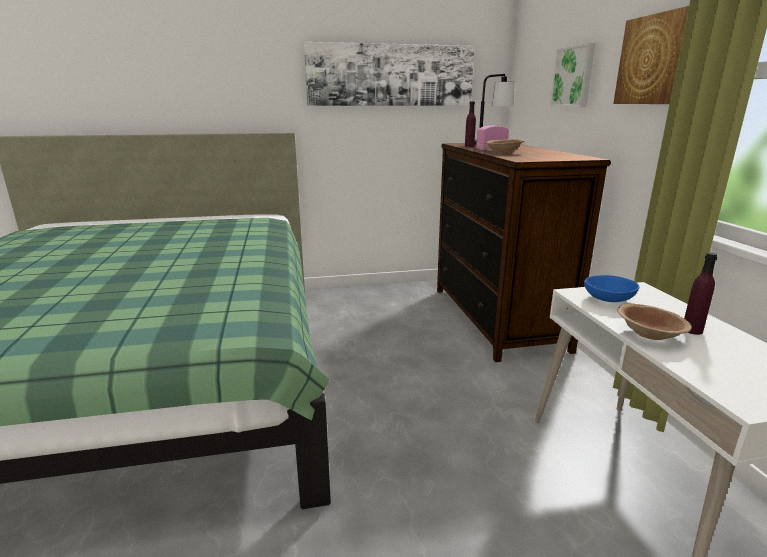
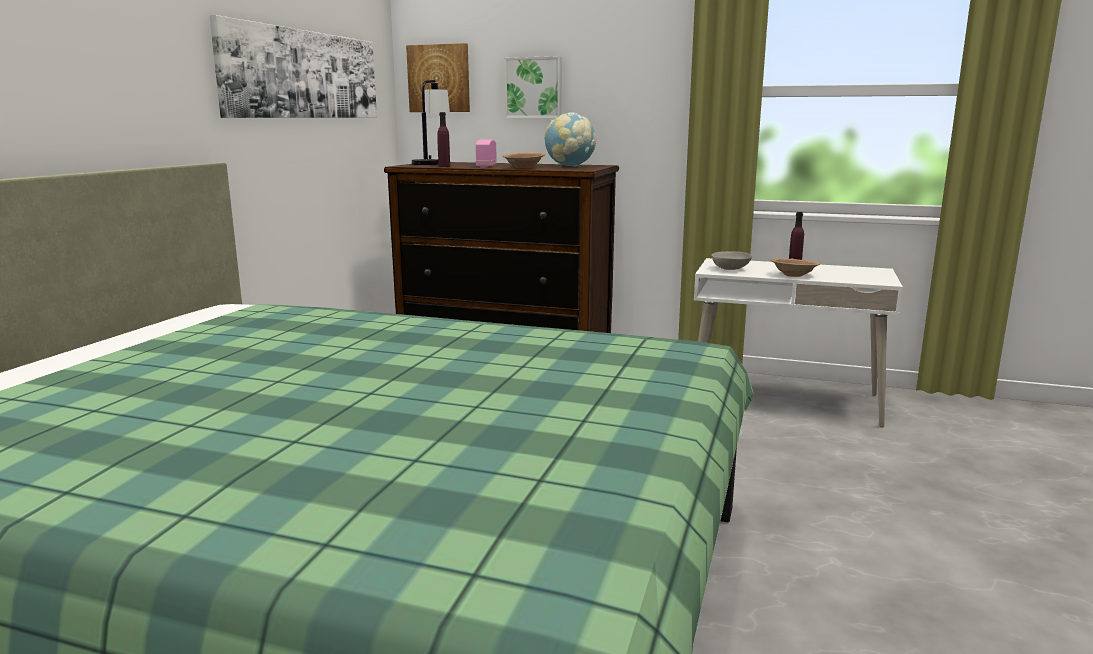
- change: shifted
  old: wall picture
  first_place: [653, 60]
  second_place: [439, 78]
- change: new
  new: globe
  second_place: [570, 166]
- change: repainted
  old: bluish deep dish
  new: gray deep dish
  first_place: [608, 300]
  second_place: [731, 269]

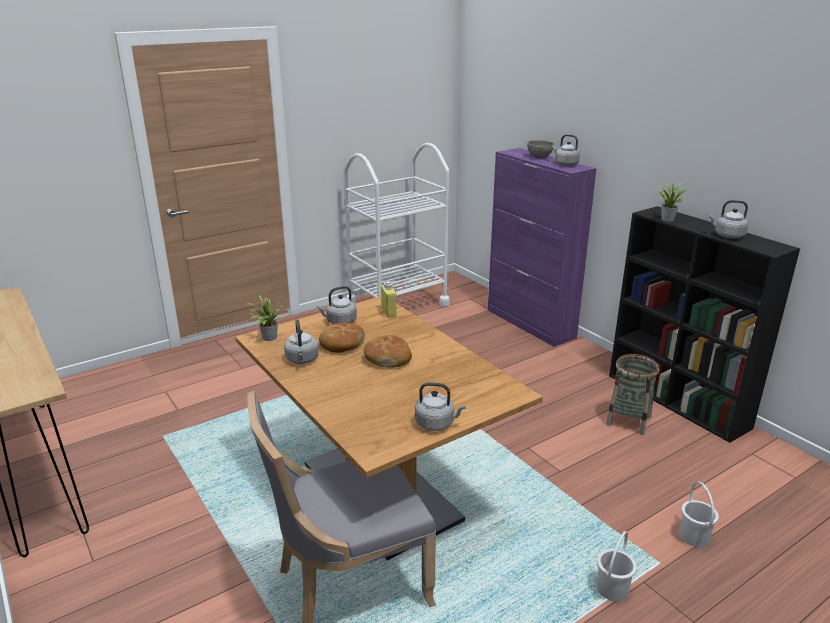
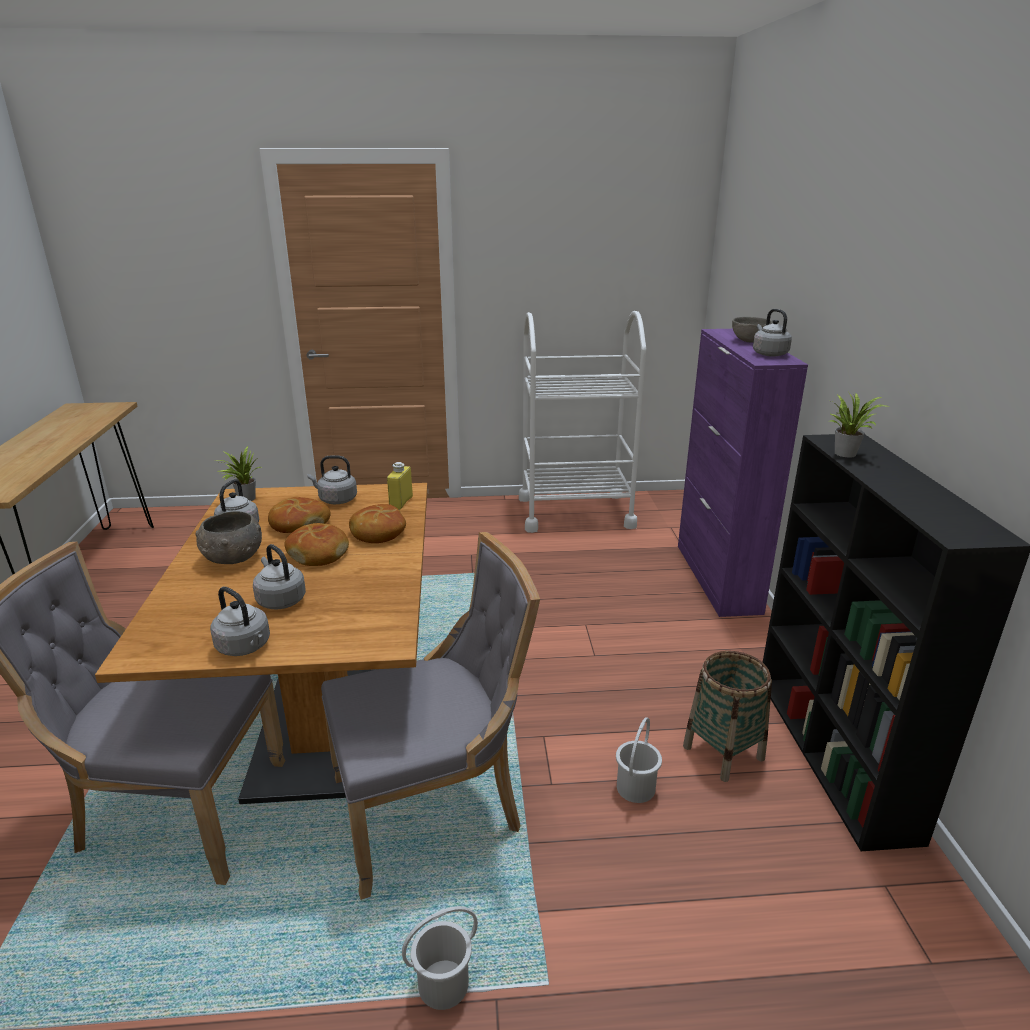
- change: new
  new: gray deep dish
  second_place: [232, 558]
- change: shifted
  old: gray kettle
  first_place: [727, 235]
  second_place: [280, 600]
- change: new
  new: gray upright chair
  second_place: [434, 809]
- change: new
  new: bakery bread
  second_place: [378, 532]
- change: shifted
  old: white pail
  first_place: [694, 536]
  second_place: [636, 788]

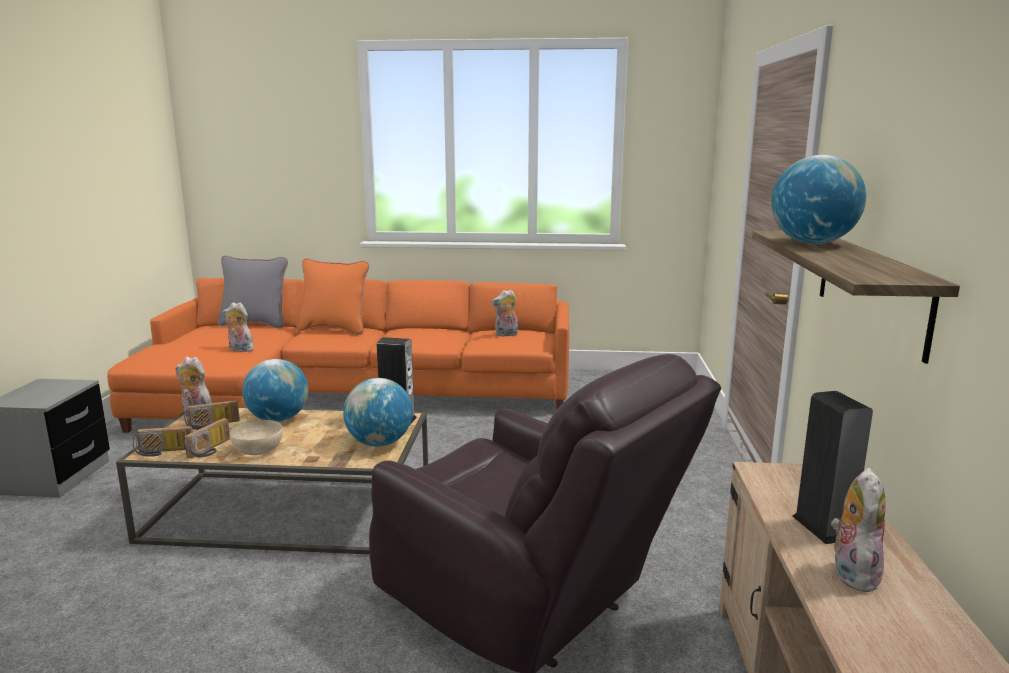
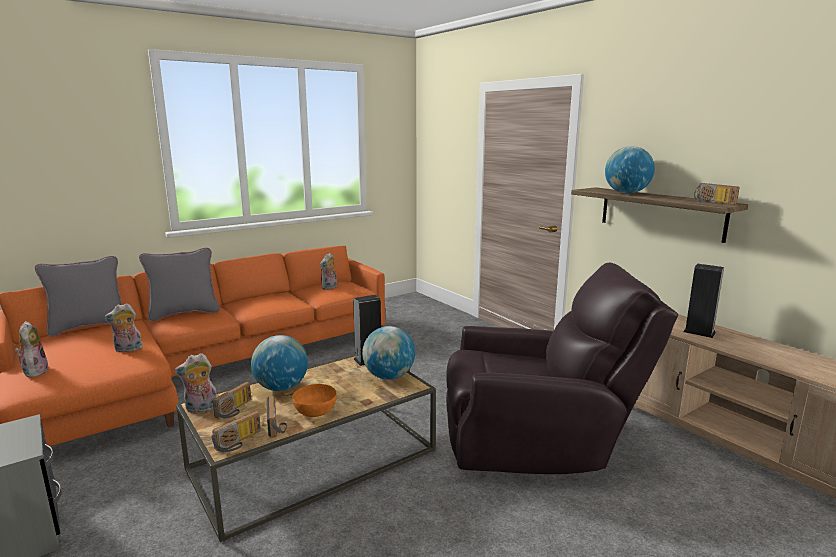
- change: shifted
  old: cuddly toy
  first_place: [851, 573]
  second_place: [34, 371]
- change: repainted
  old: orange throw pillow
  new: gray throw pillow
  first_place: [334, 329]
  second_place: [184, 313]
- change: repainted
  old: beige-coloured deep dish
  new: orange deep dish
  first_place: [258, 450]
  second_place: [316, 411]
- change: new
  new: radio set
  second_place: [712, 202]

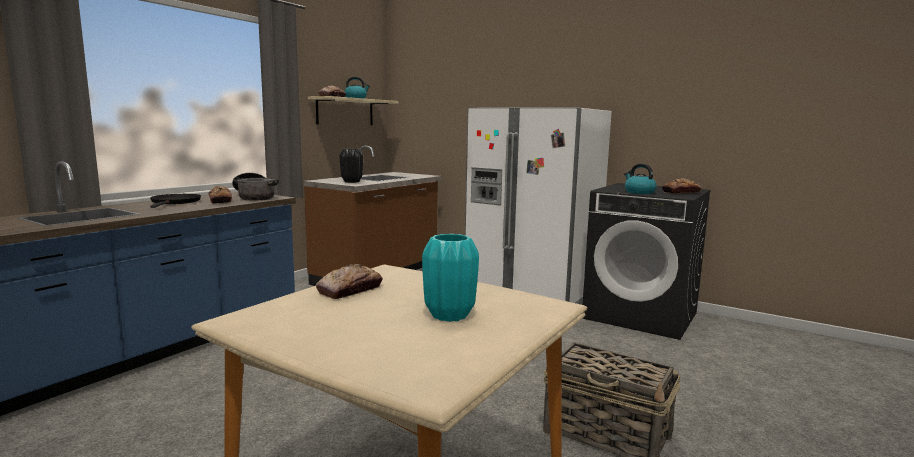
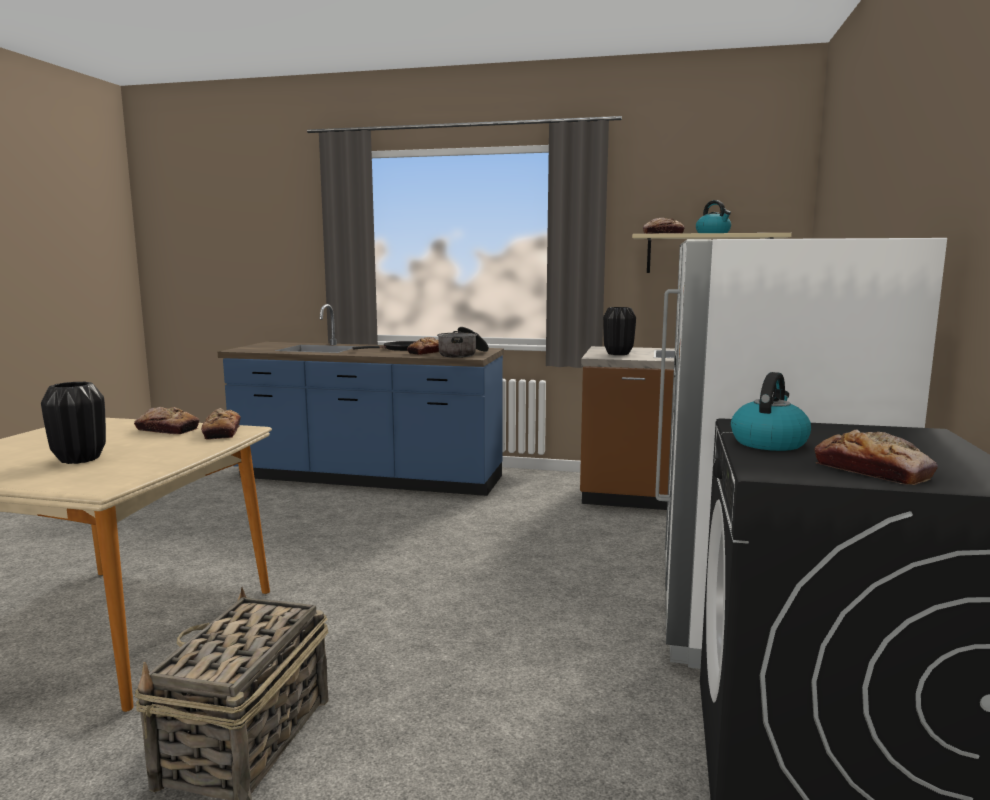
- change: repainted
  old: turquoise-coloured flower vase
  new: black flower vase
  first_place: [449, 315]
  second_place: [79, 459]
- change: new
  new: bakery bread
  second_place: [222, 432]

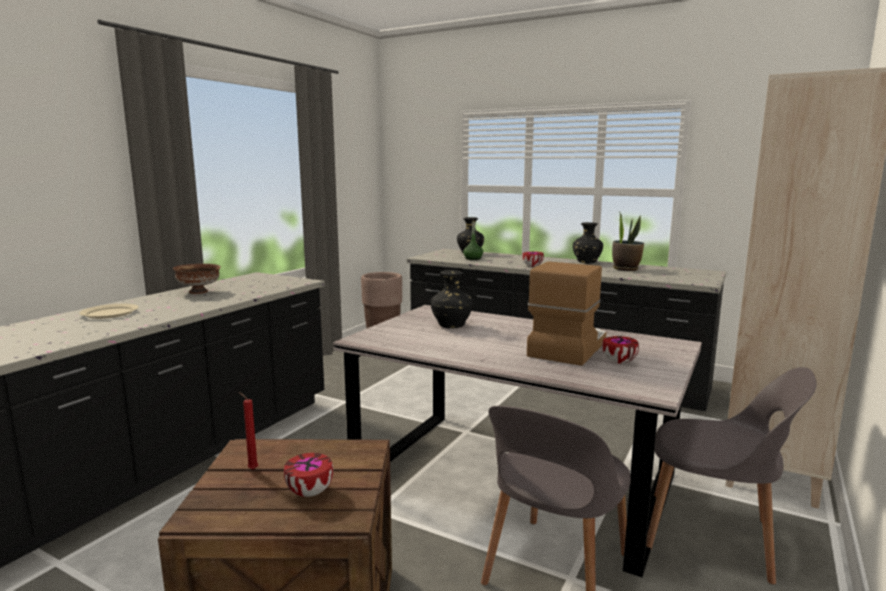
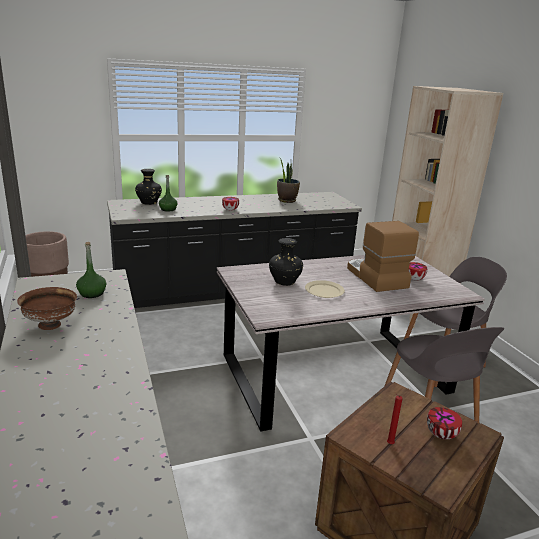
- change: new
  new: green-coloured beverage bottle
  second_place: [92, 293]
- change: shifted
  old: beige-coloured plate
  first_place: [110, 313]
  second_place: [324, 291]
- change: gone
  old: black flower vase
  first_place: [587, 262]

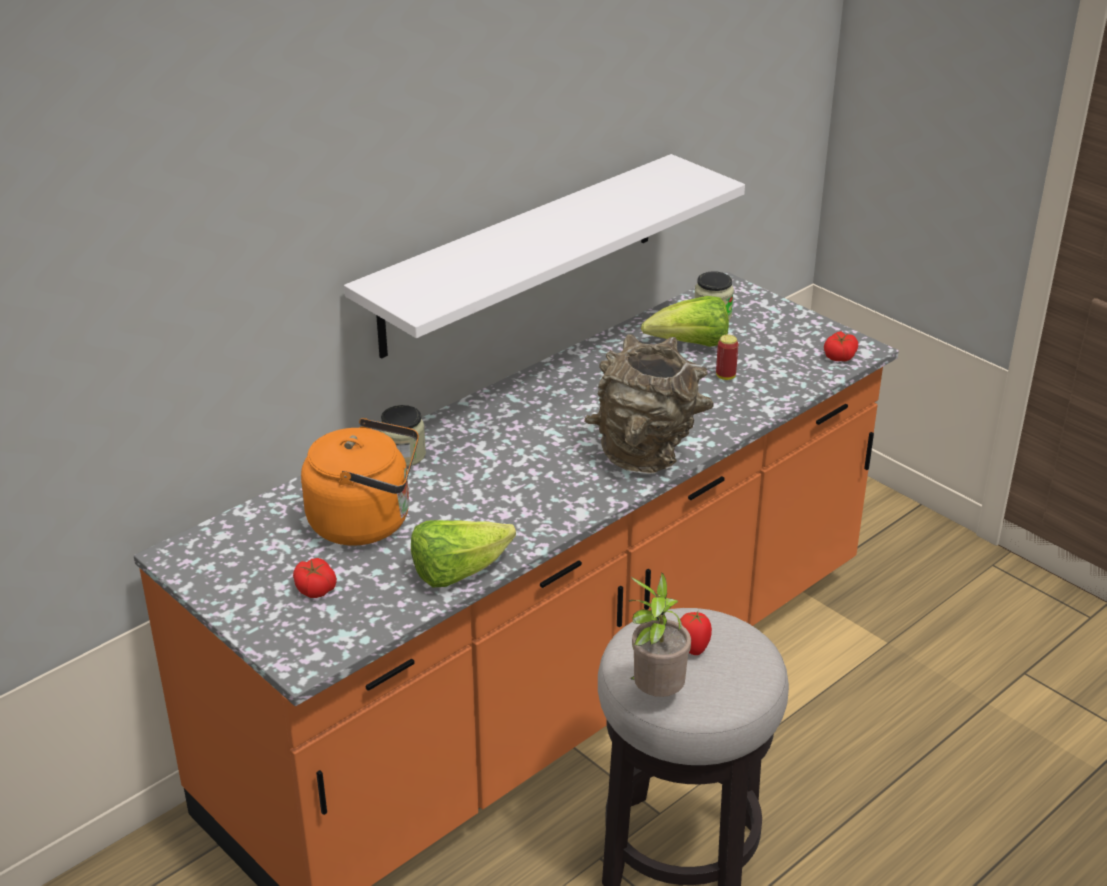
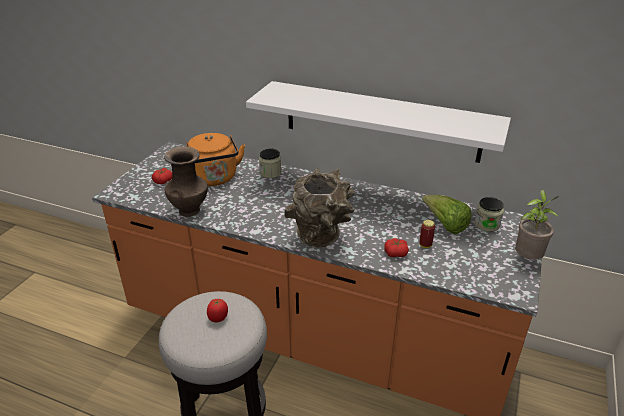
- change: swapped
  old: lettuce head
  new: brown-coloured flower vase
  first_place: [457, 572]
  second_place: [189, 210]
- change: shifted
  old: fresh tomato
  first_place: [839, 356]
  second_place: [395, 253]
- change: shifted
  old: plant in a pot
  first_place: [655, 693]
  second_place: [527, 259]

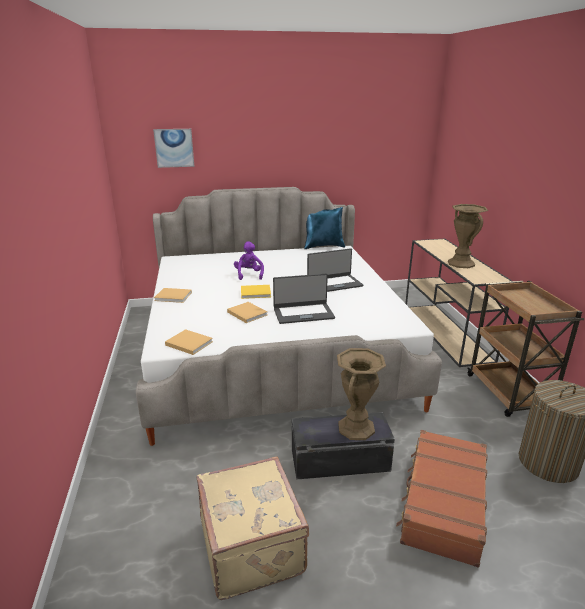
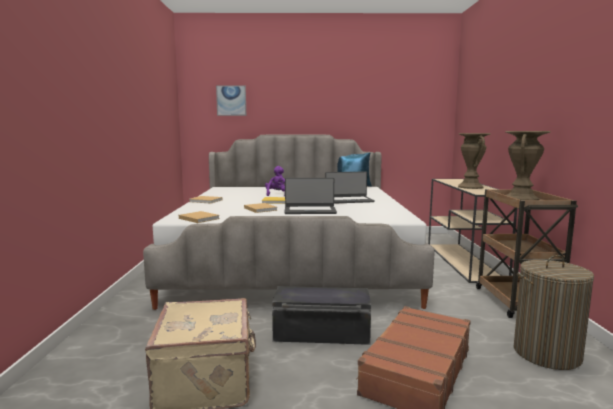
- change: shifted
  old: brown-coloured flower vase
  first_place: [356, 428]
  second_place: [521, 199]

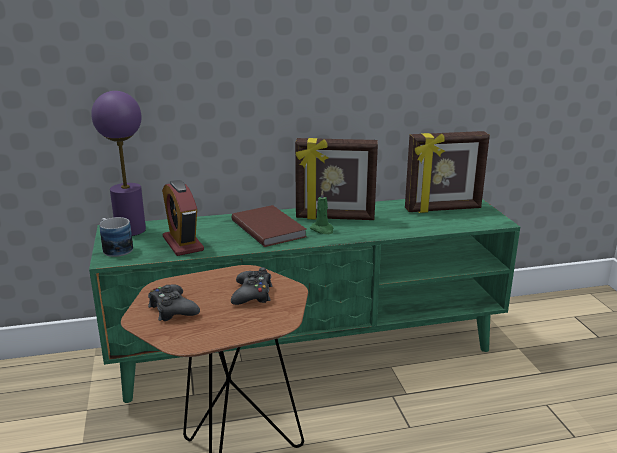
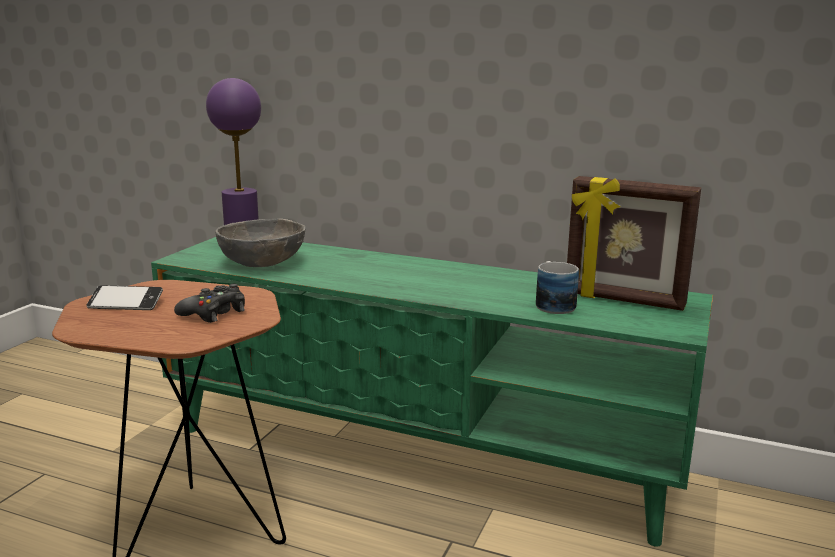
- change: swapped
  old: black gamepad
  new: phone
  first_place: [172, 309]
  second_place: [125, 304]
- change: swapped
  old: bedside clock
  new: gray deep dish
  first_place: [183, 244]
  second_place: [262, 262]
- change: shifted
  old: tea mug
  first_place: [114, 248]
  second_place: [552, 304]
- change: gone
  old: brown-coloured volume
  first_place: [269, 228]
- change: gone
  old: photo frame
  first_place: [335, 218]
- change: gone
  old: green-coloured candle
  first_place: [322, 230]

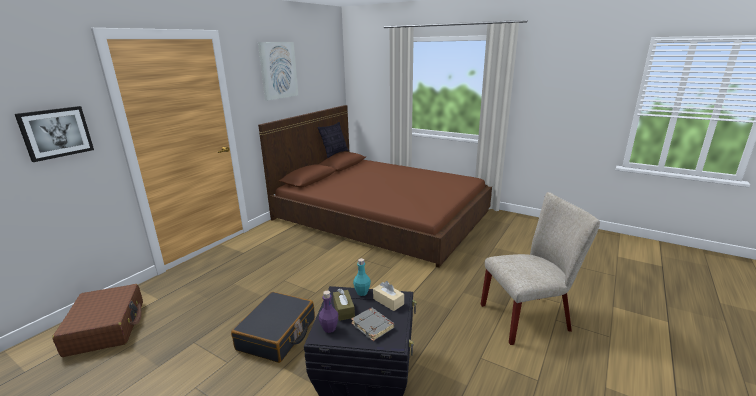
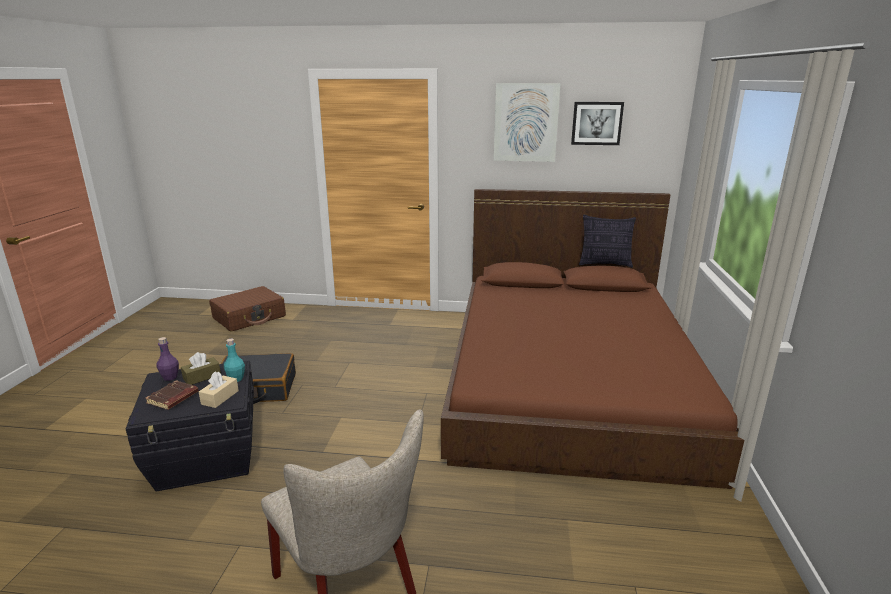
- change: repainted
  old: gray volume
  new: brown-coloured volume
  first_place: [373, 326]
  second_place: [173, 398]
- change: shifted
  old: wall picture
  first_place: [56, 133]
  second_place: [596, 123]

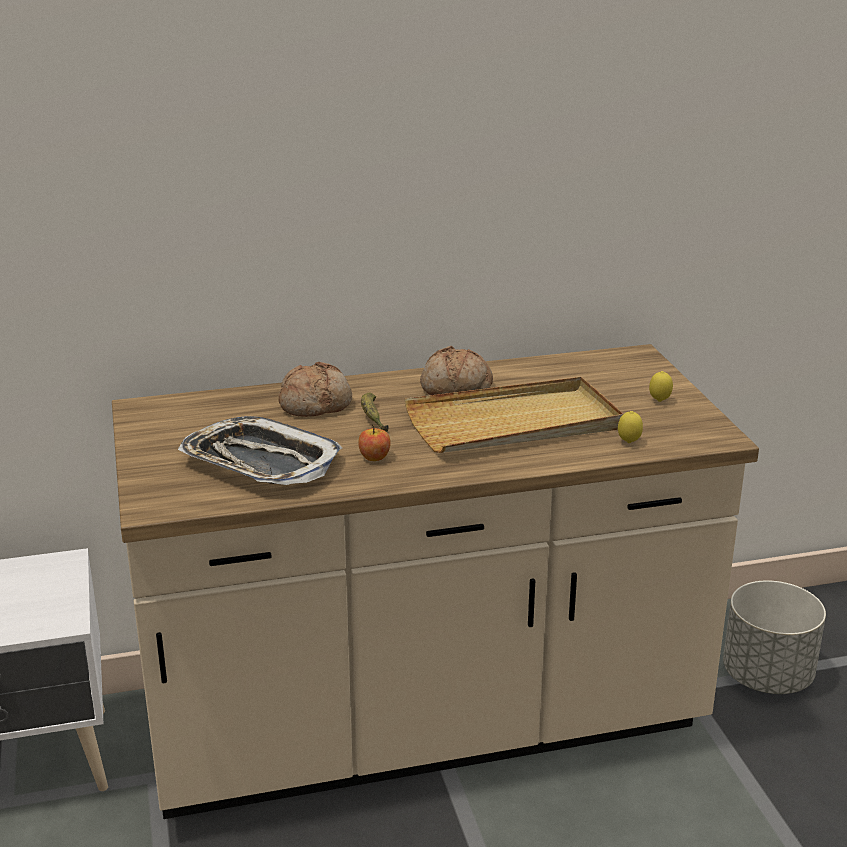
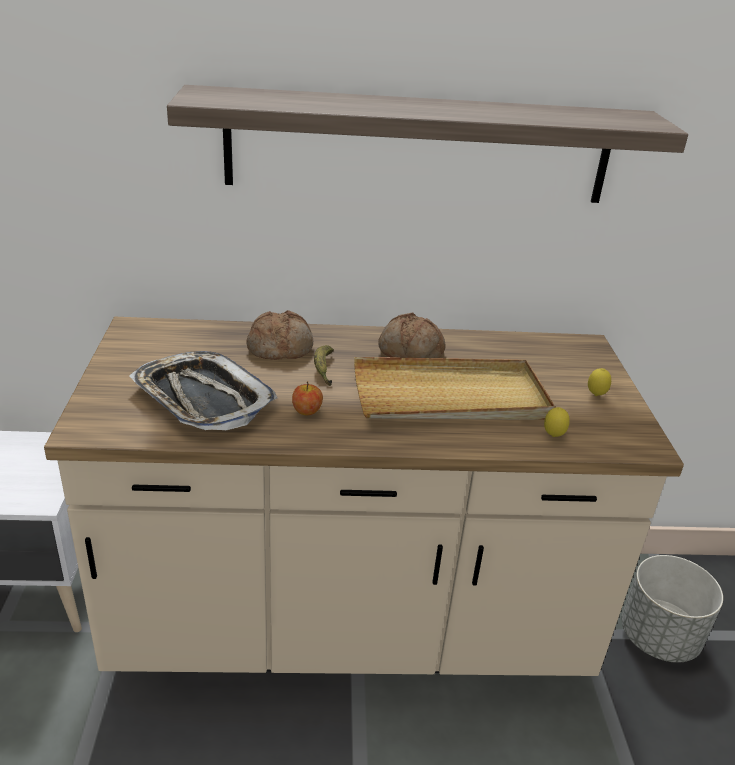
- change: new
  new: shelf
  second_place: [418, 146]

